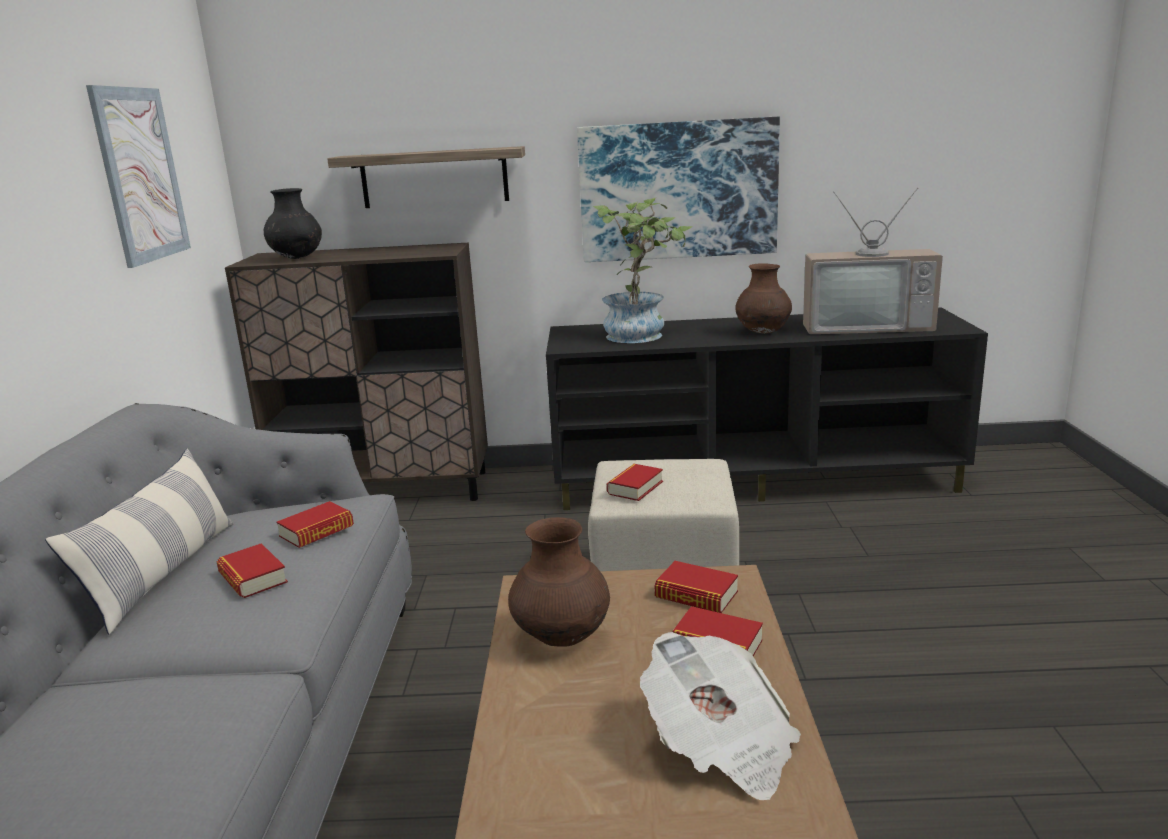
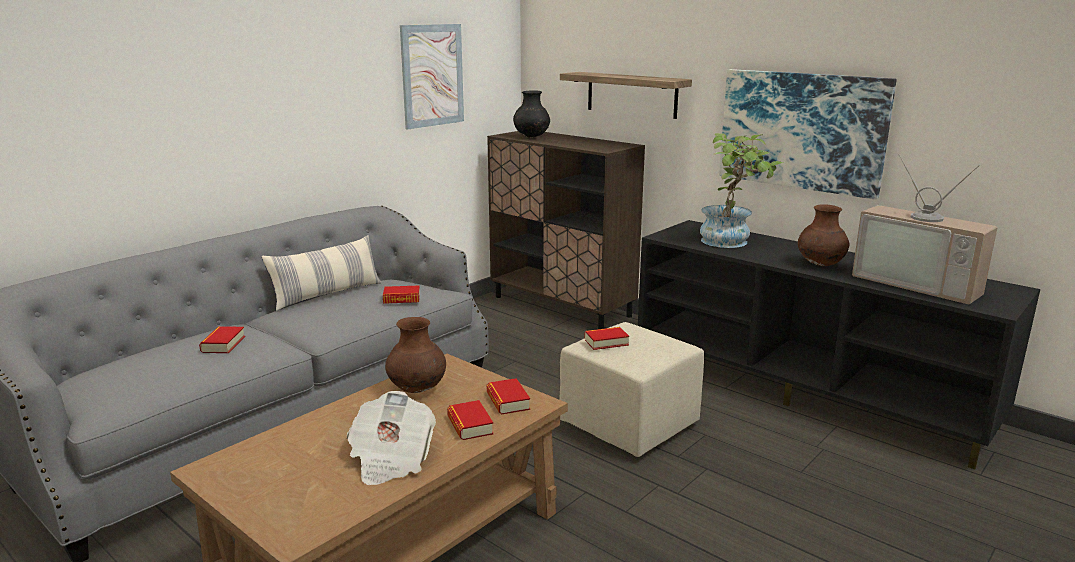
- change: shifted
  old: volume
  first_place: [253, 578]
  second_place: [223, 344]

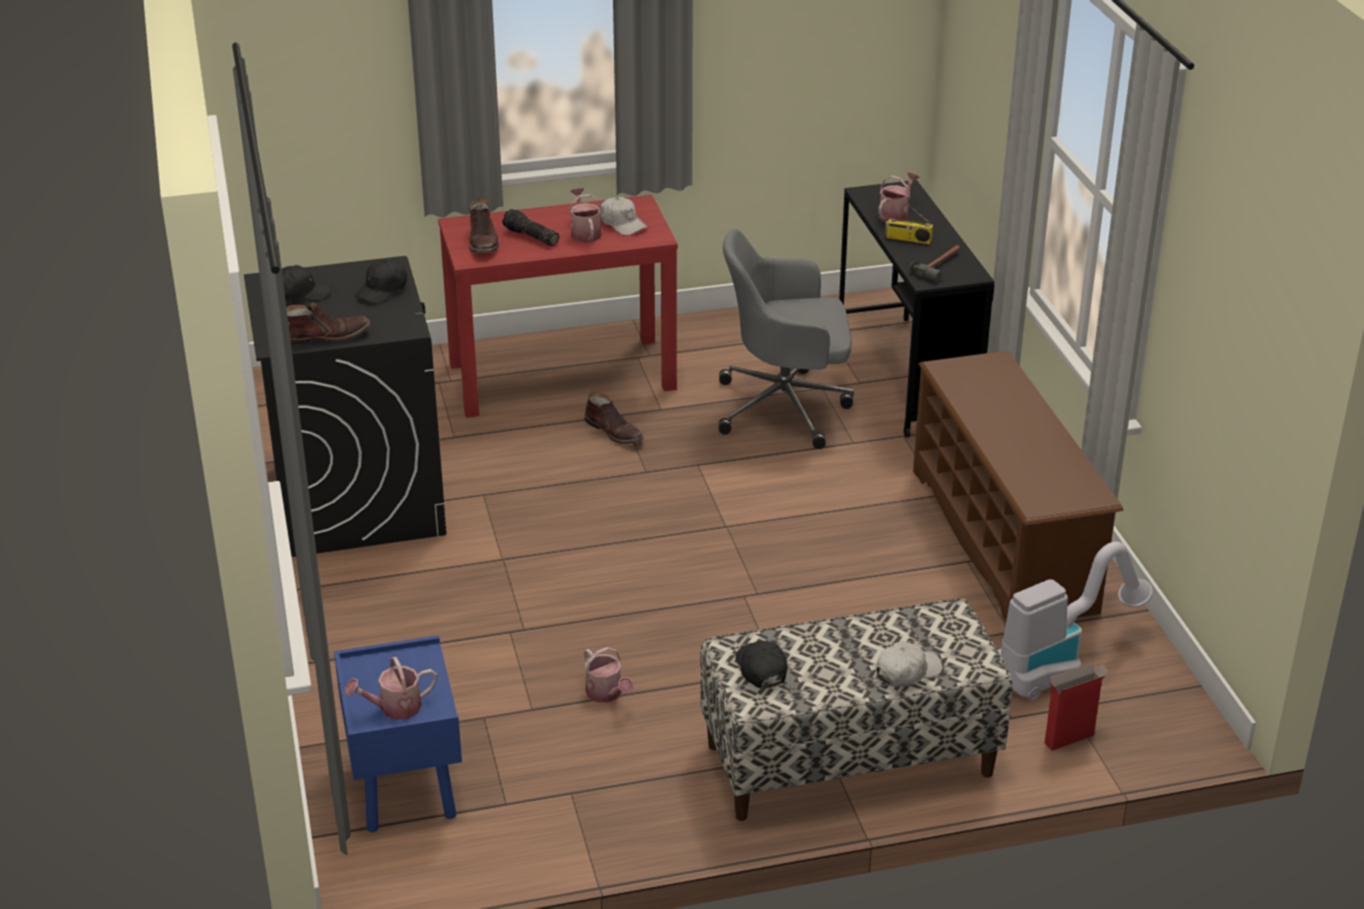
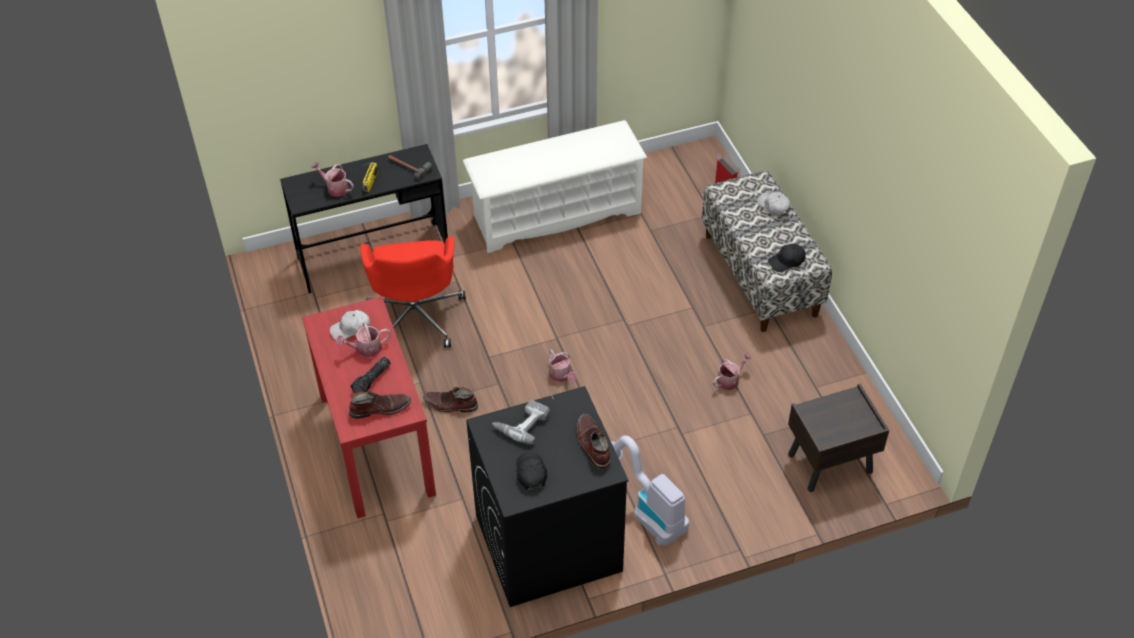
- change: rotated
  old: white peaked cap
  first_place: [622, 224]
  second_place: [351, 329]
  degrees: -150
- change: repainted
  old: gray desk chair
  new: red-coloured desk chair
  first_place: [786, 407]
  second_place: [416, 316]
- change: rotated
  old: brown-coloured boot
  first_place: [615, 431]
  second_place: [450, 405]
  degrees: -120
- change: repainted
  old: brown-coloured shoe stand
  new: white shoe stand
  first_place: [1003, 540]
  second_place: [556, 214]
- change: swapped
  old: black peaked cap
  new: power drill
  first_place: [382, 290]
  second_place: [521, 423]
- change: shifted
  old: watering can
  first_place: [394, 708]
  second_place: [561, 376]
- change: shifted
  old: hoover
  first_place: [1060, 663]
  second_place: [646, 509]
- change: repainted
  old: bluish night table
  new: brown-coloured night table
  first_place: [403, 784]
  second_place: [829, 464]

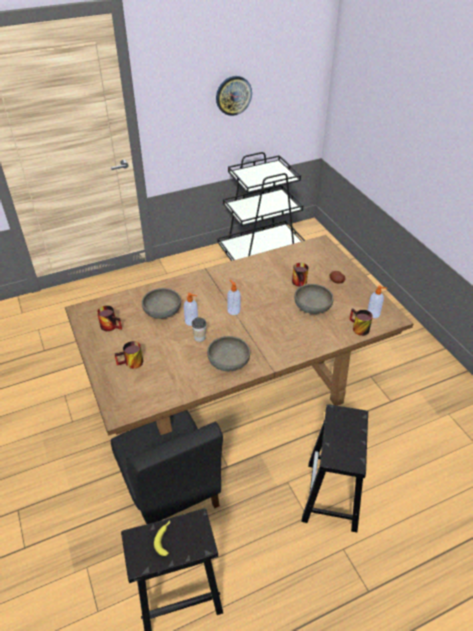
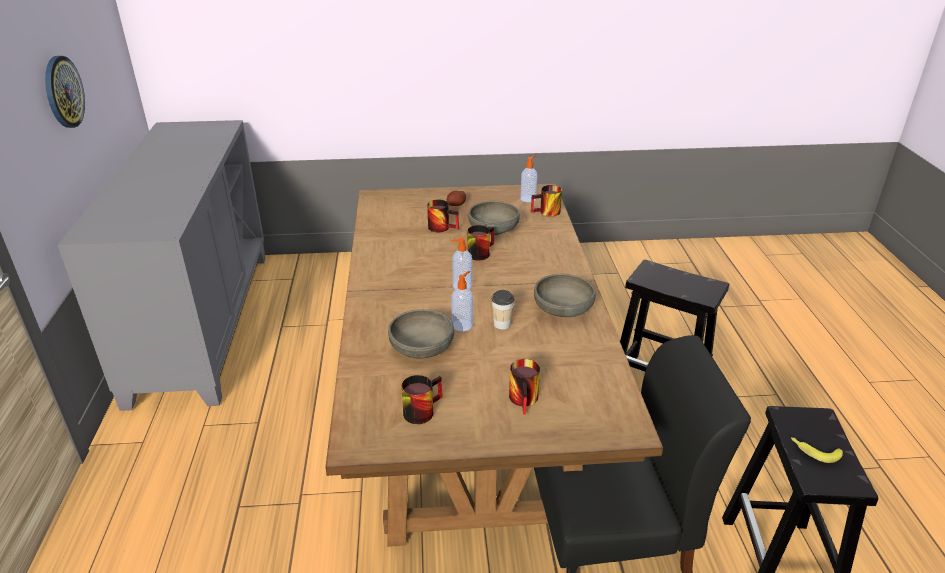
- change: swapped
  old: black trolley
  new: gray storage cabinet
  first_place: [261, 251]
  second_place: [202, 323]
- change: new
  new: tea mug
  second_place: [479, 252]

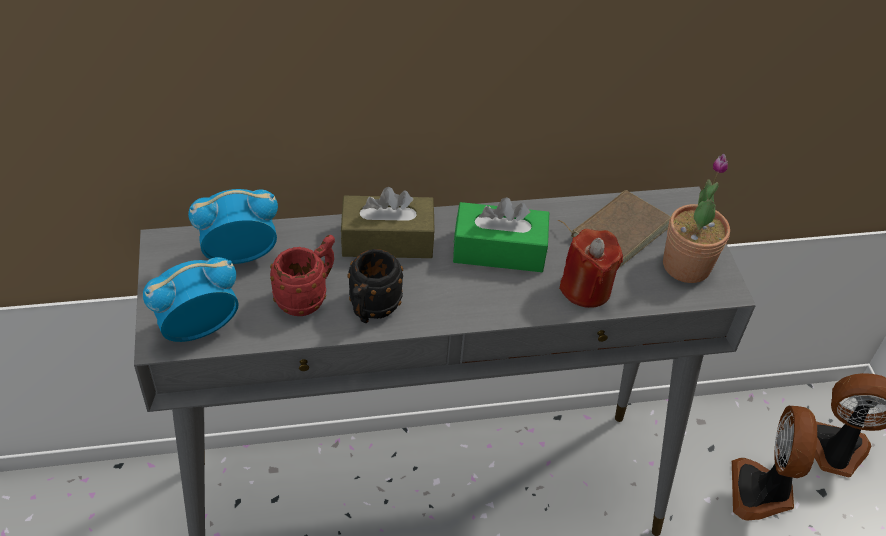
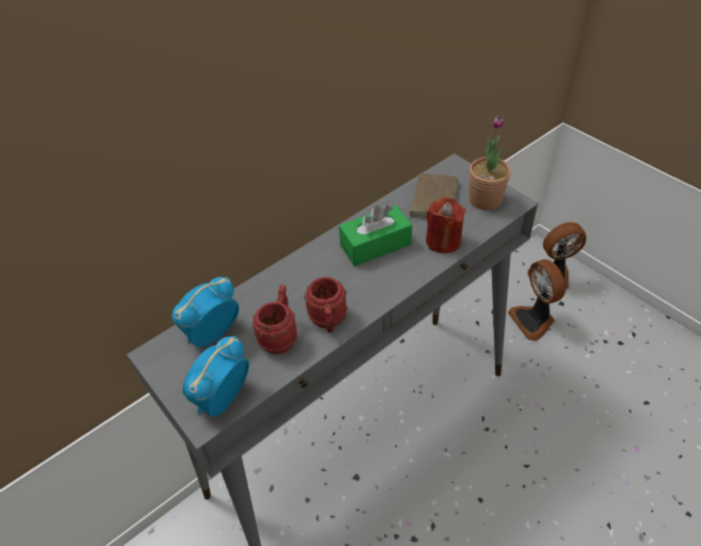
- change: repainted
  old: black tea mug
  new: red-coloured tea mug
  first_place: [371, 310]
  second_place: [329, 322]
- change: gone
  old: brown-coloured tissue holder
  first_place: [387, 240]

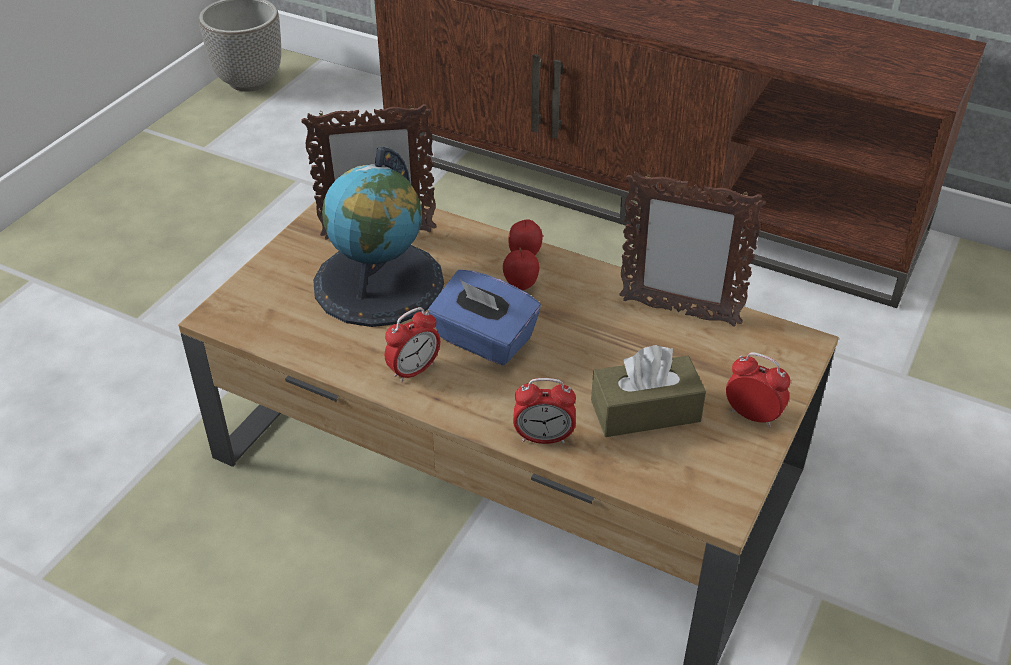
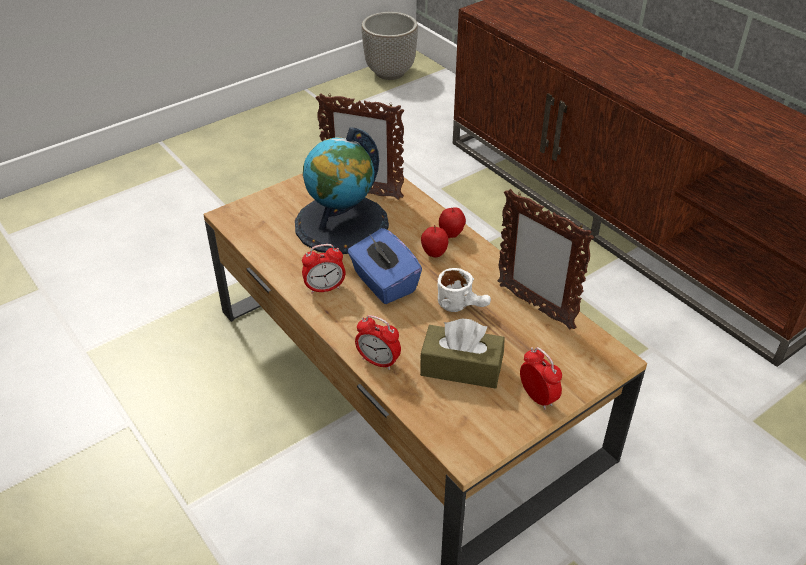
- change: new
  new: white tea mug
  second_place: [463, 305]

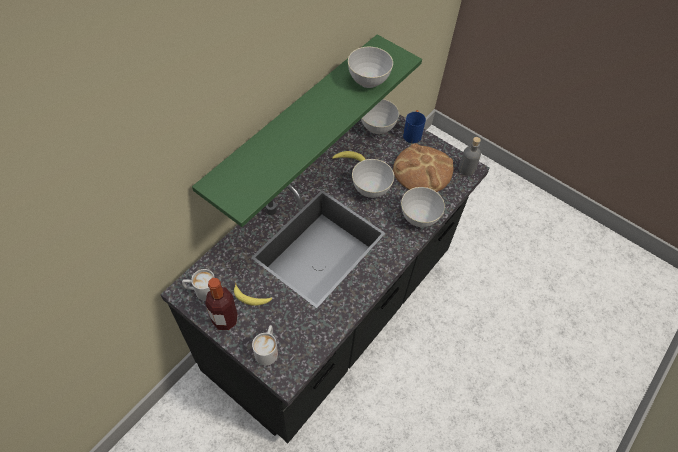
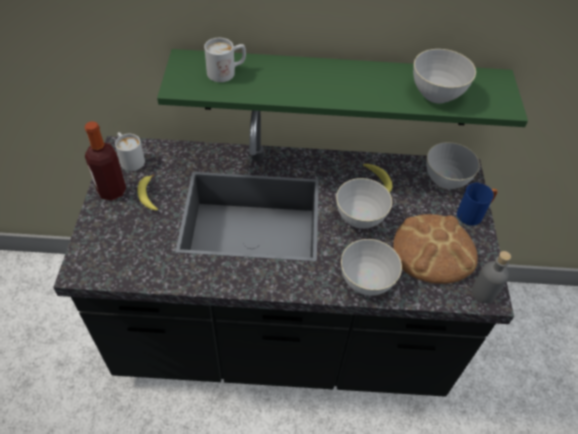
- change: shifted
  old: white tea mug
  first_place: [267, 349]
  second_place: [227, 72]

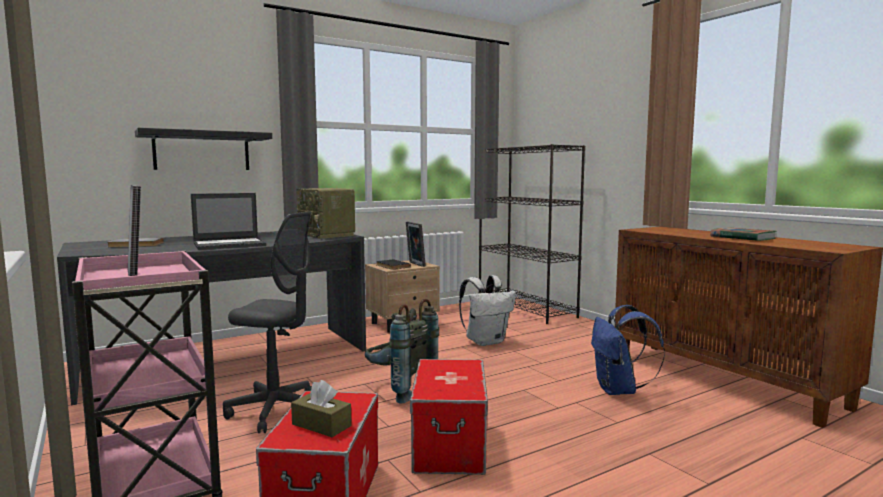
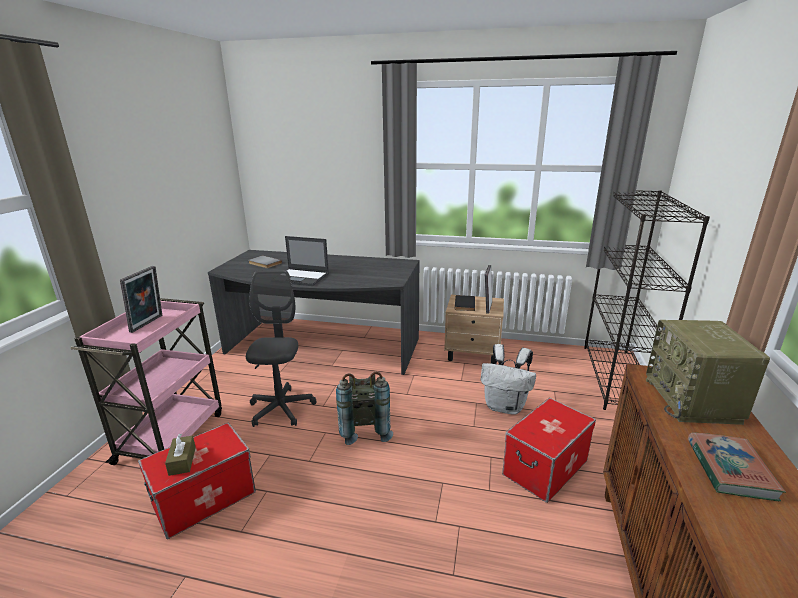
- change: rotated
  old: gray desk chair
  first_place: [276, 411]
  second_place: [281, 409]
  degrees: -150
- change: shifted
  old: storage box
  first_place: [449, 445]
  second_place: [545, 467]
- change: shifted
  old: radio set
  first_place: [327, 235]
  second_place: [693, 401]
- change: gone
  old: black shelf
  first_place: [202, 151]
- change: gone
  old: bluish rucksack
  first_place: [619, 390]

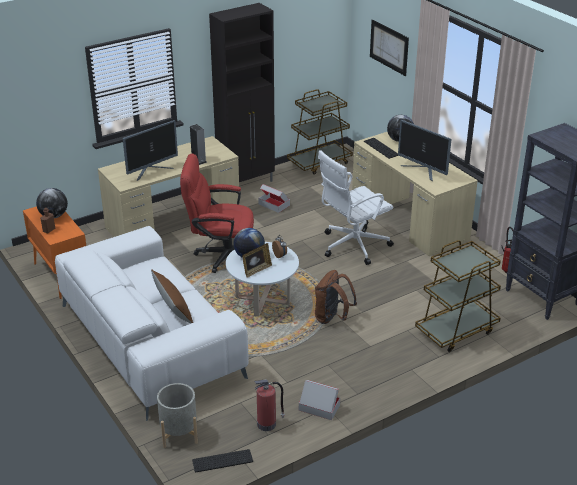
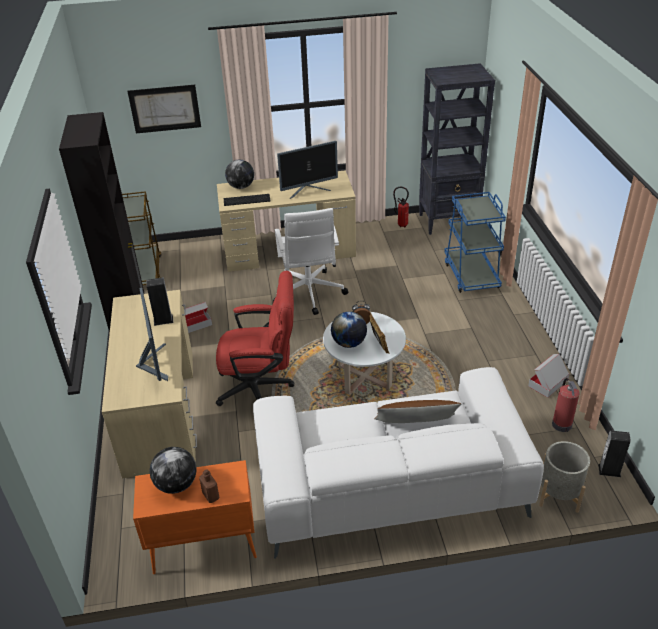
- change: rotated
  old: red-coloured desk chair
  first_place: [221, 255]
  second_place: [261, 387]
  degrees: -120
- change: repainted
  old: brown-coloured trolley
  new: bluish trolley
  first_place: [456, 330]
  second_place: [471, 275]
- change: swapped
  old: computer keyboard
  new: loudspeaker
  first_place: [222, 462]
  second_place: [609, 470]
- change: gone
  old: brown-coloured rucksack
  first_place: [332, 318]

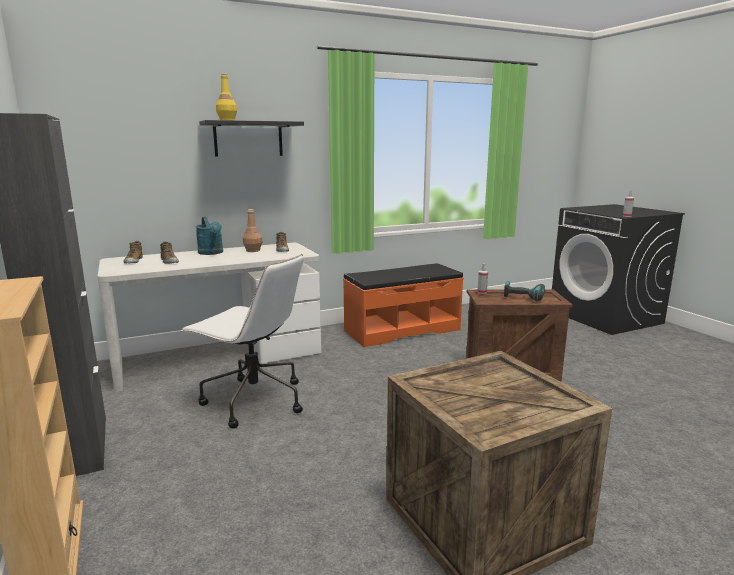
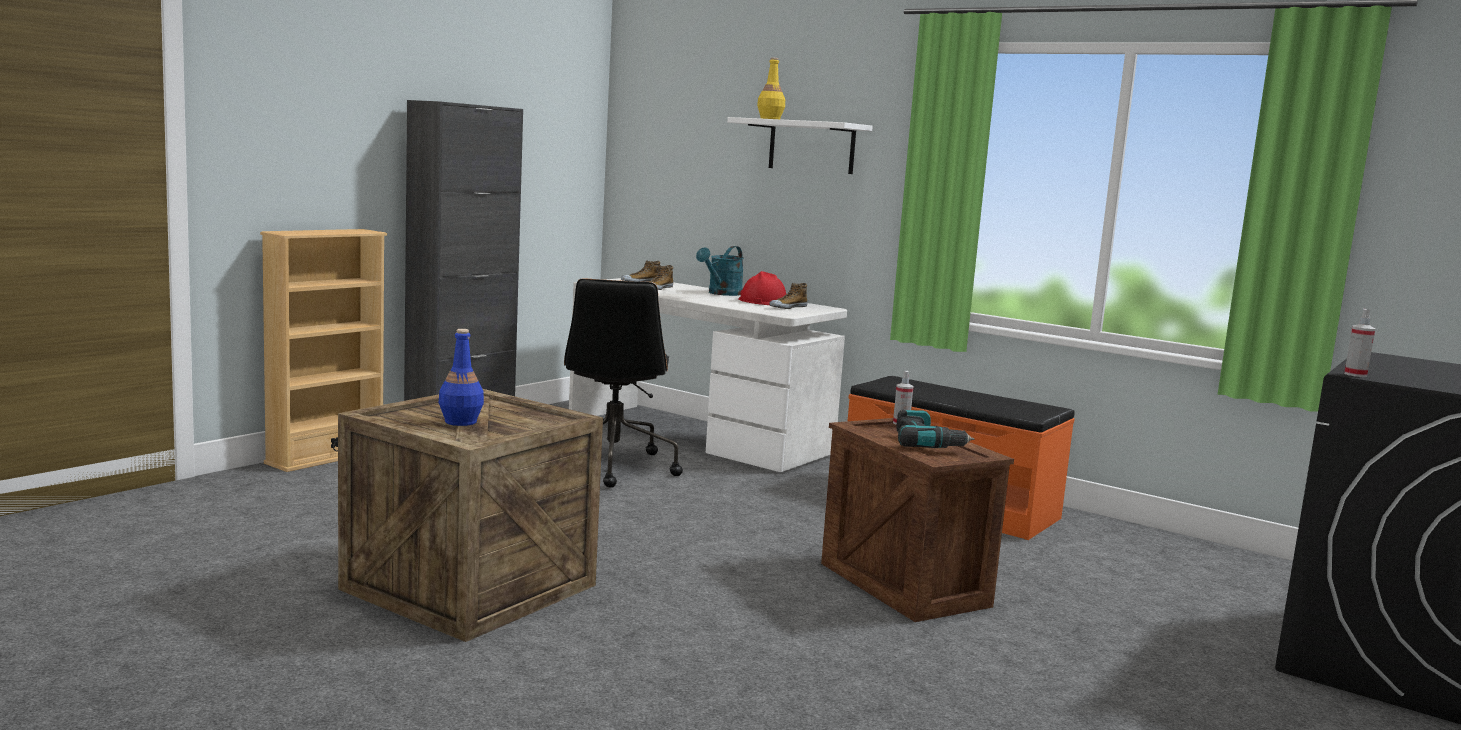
- change: new
  new: bluish beverage bottle
  second_place: [460, 422]
- change: repainted
  old: white desk chair
  new: black desk chair
  first_place: [253, 401]
  second_place: [612, 466]
- change: repainted
  old: black shelf
  new: white shelf
  first_place: [248, 139]
  second_place: [811, 147]
- change: swapped
  old: brown-coloured beverage bottle
  new: red-coloured safety helmet
  first_place: [253, 250]
  second_place: [762, 301]

